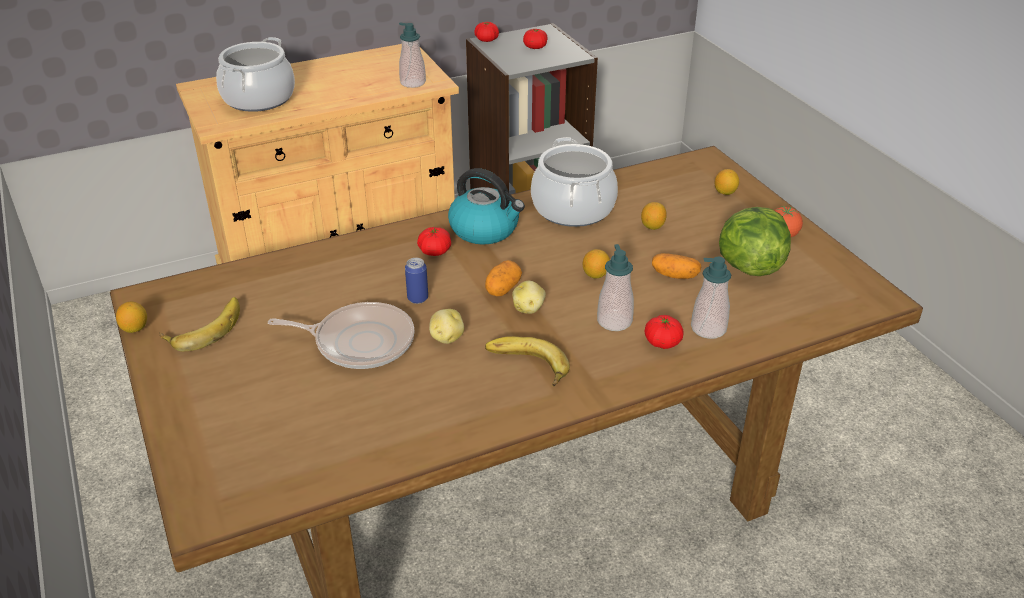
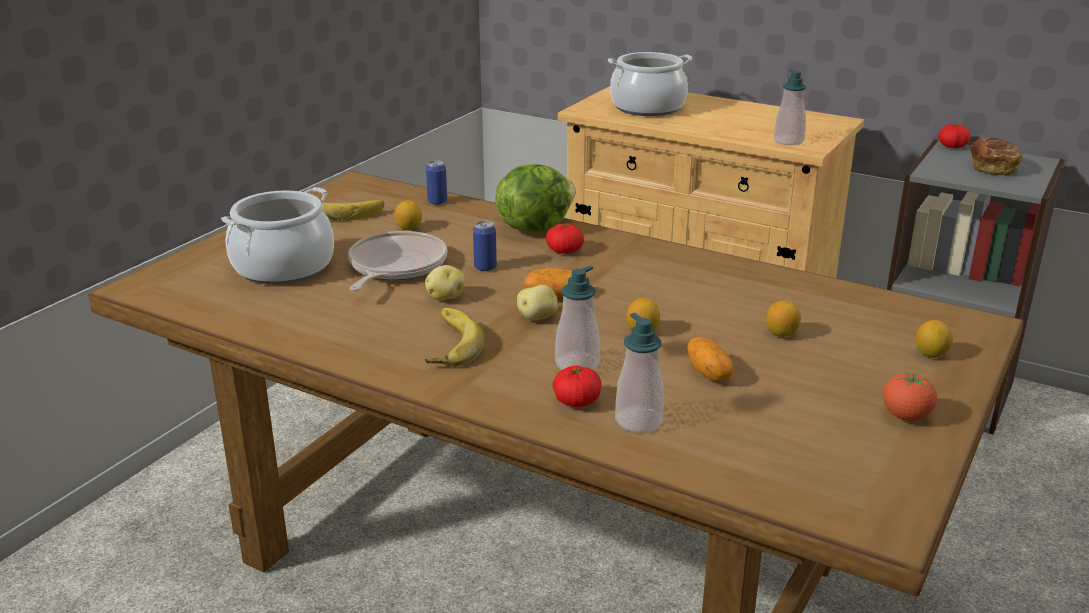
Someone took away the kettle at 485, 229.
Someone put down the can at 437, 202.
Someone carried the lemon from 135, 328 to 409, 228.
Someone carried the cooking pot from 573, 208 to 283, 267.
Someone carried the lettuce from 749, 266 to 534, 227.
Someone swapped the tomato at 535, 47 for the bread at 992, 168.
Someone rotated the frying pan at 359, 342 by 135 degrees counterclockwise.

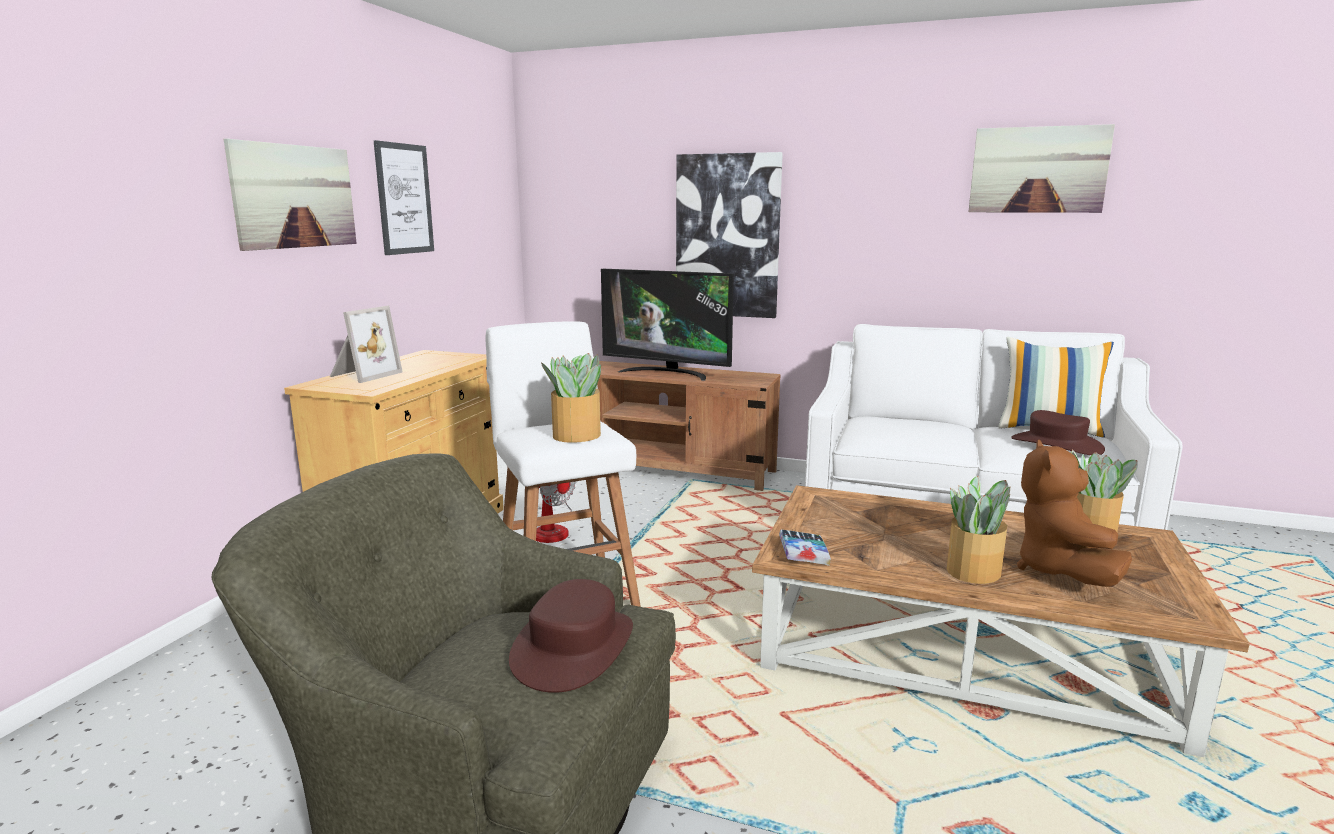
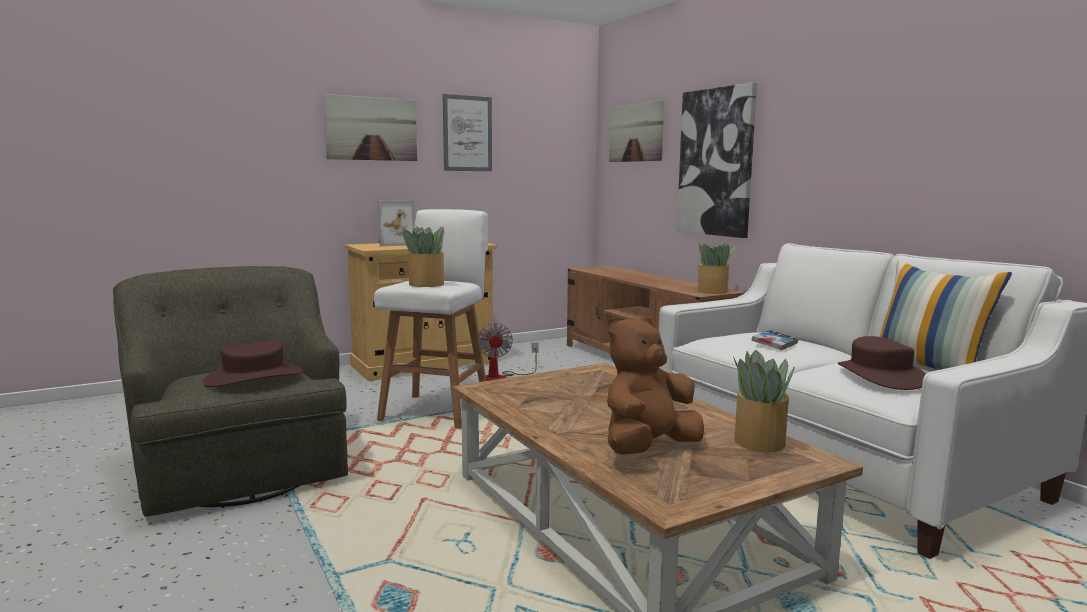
Someone took away the television at 667, 373.
Someone carried the book from 803, 553 to 775, 344.
Someone carried the potted plant from 974, 571 to 713, 291.
Someone carried the picture from 1038, 170 to 636, 133.

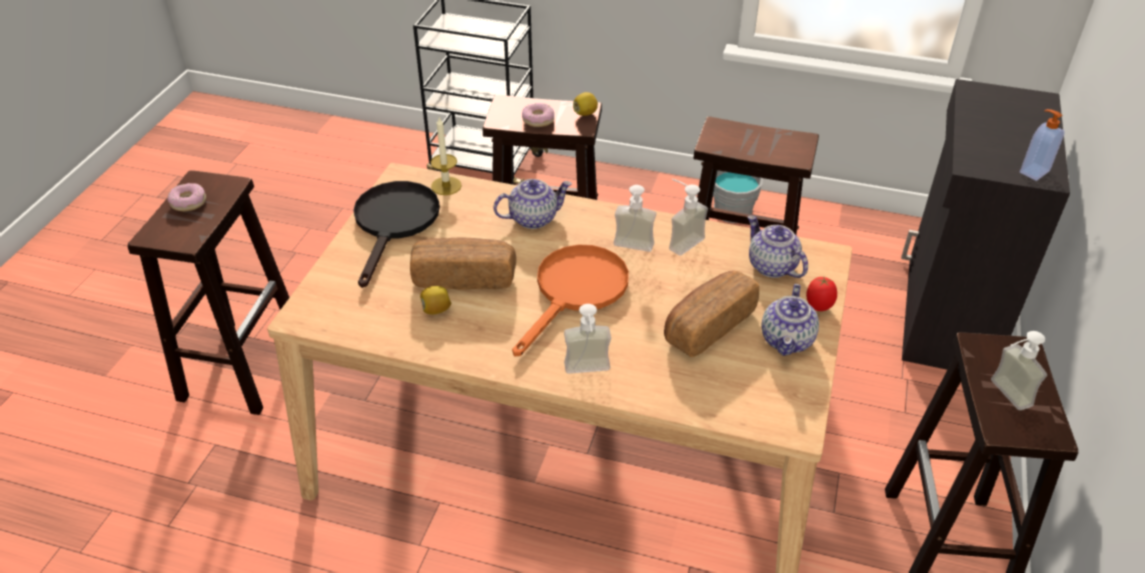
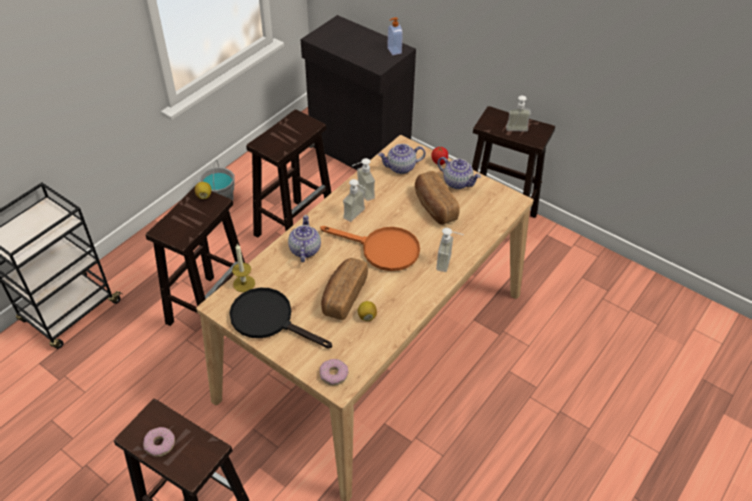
Someone carried the donut from 538, 119 to 334, 374.
Someone rotated the frying pan in orange at 576, 292 by 150 degrees clockwise.

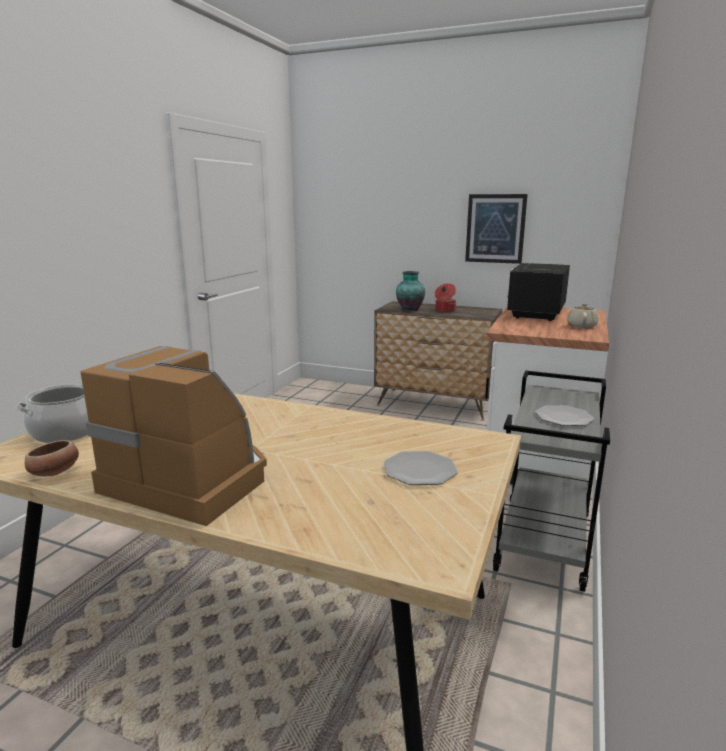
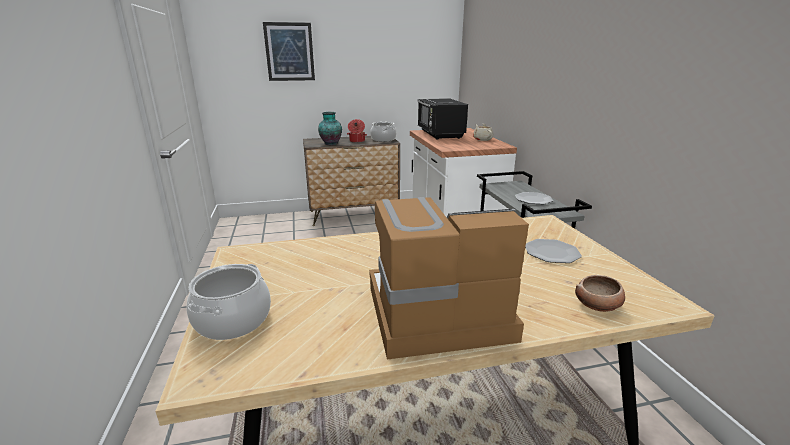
Someone put down the cooking pot at 383, 139.
Someone carried the bowl from 55, 473 to 598, 306.
Someone carried the picture from 495, 228 to 289, 52.

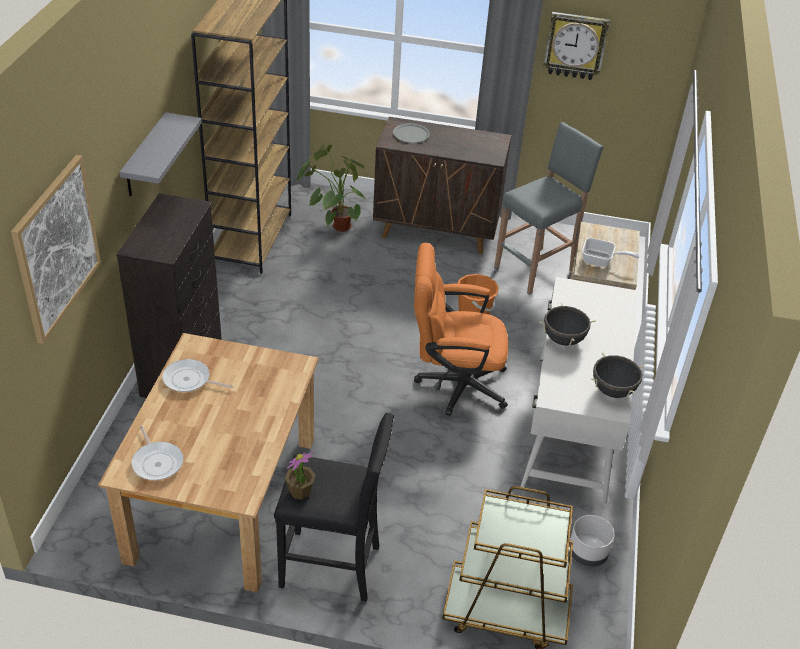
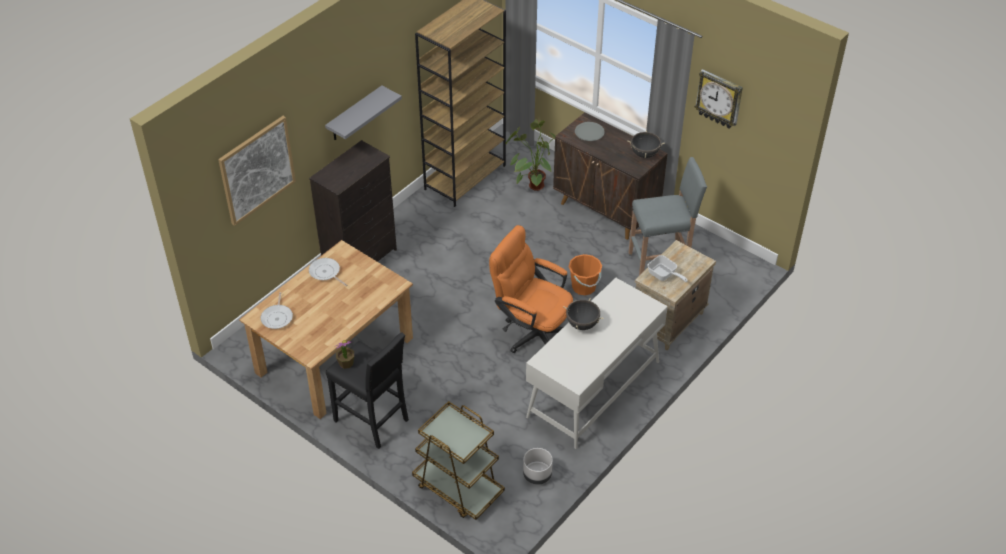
Someone carried the cooking pot in black from 612, 391 to 644, 154.

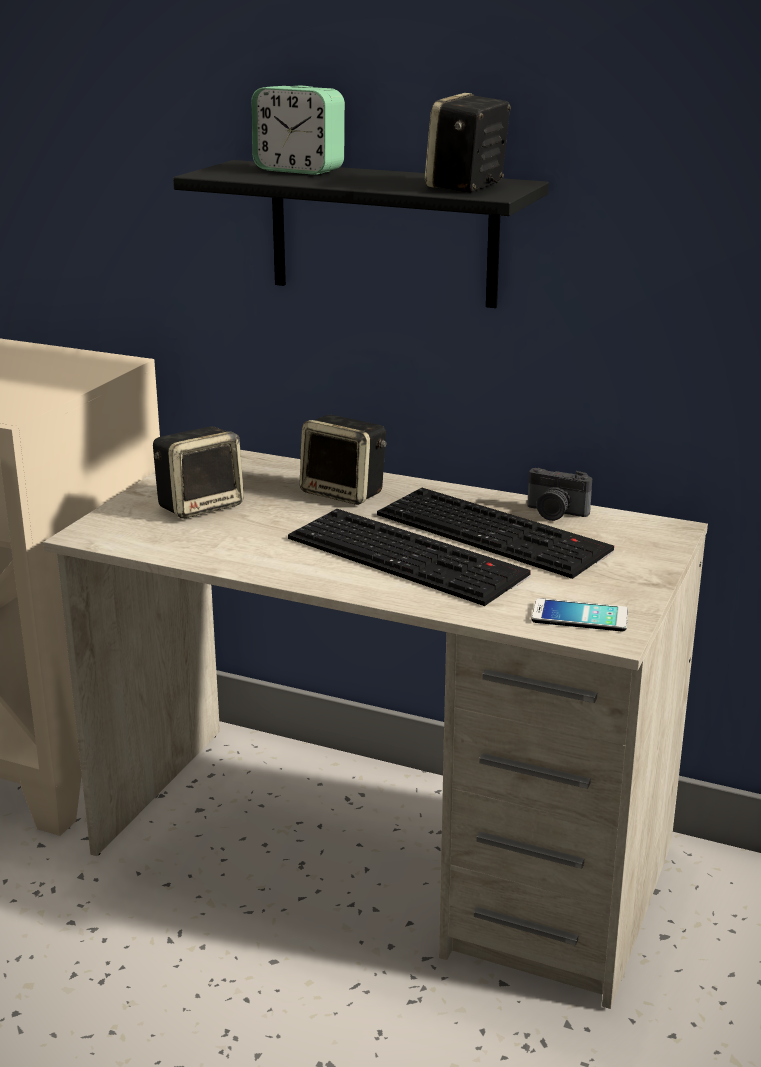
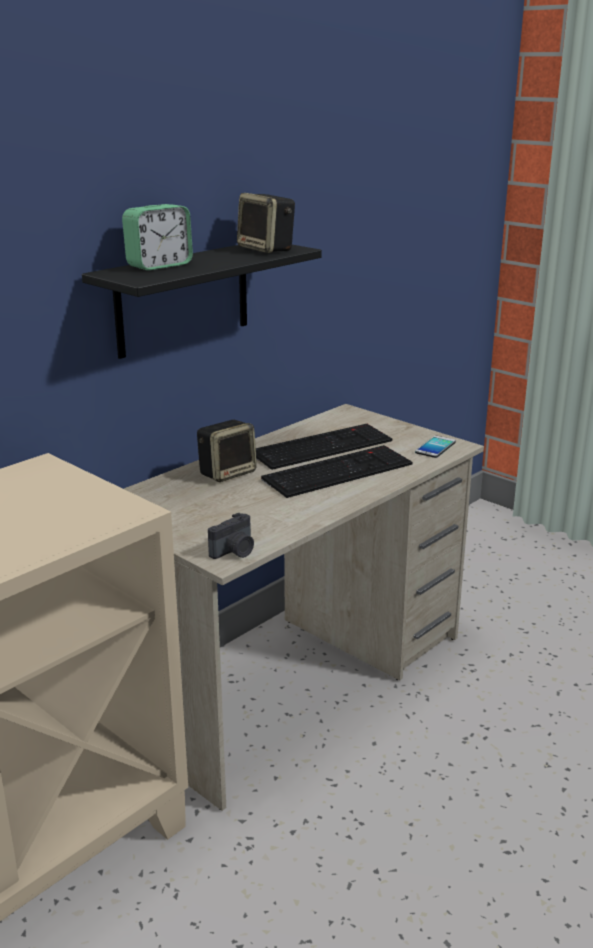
Someone took away the speaker at 200, 505.
Someone carried the photo camera from 555, 513 to 235, 552.

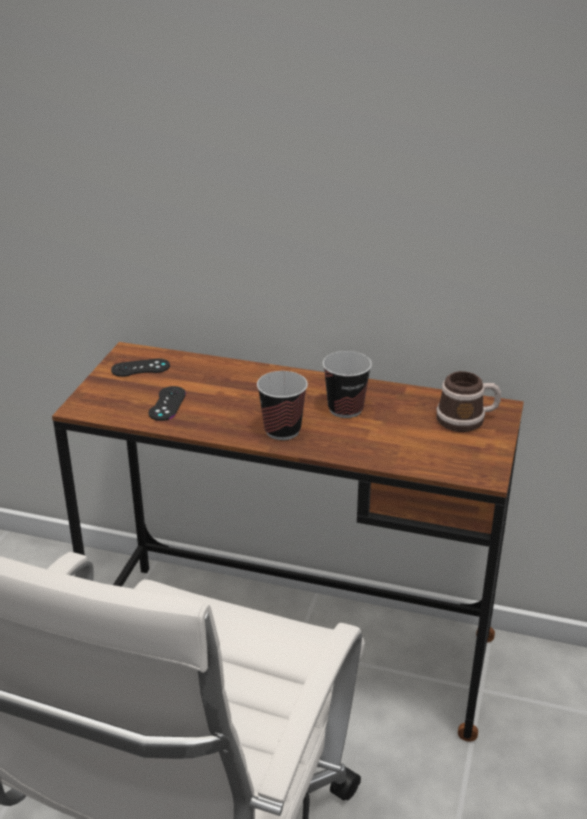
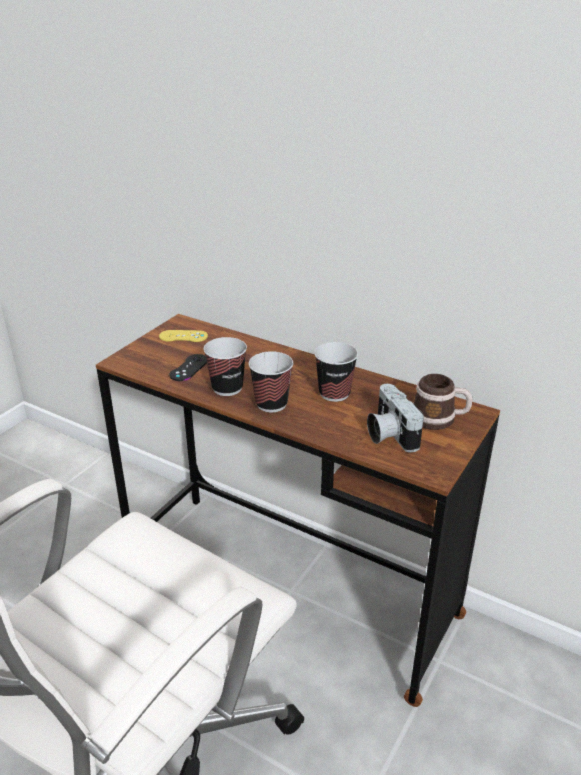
Someone put down the cup at 227, 388.
Someone put down the photo camera at 388, 434.
Someone repainted the game controller in black at 140, 368, which became the game controller in yellow at 183, 336.

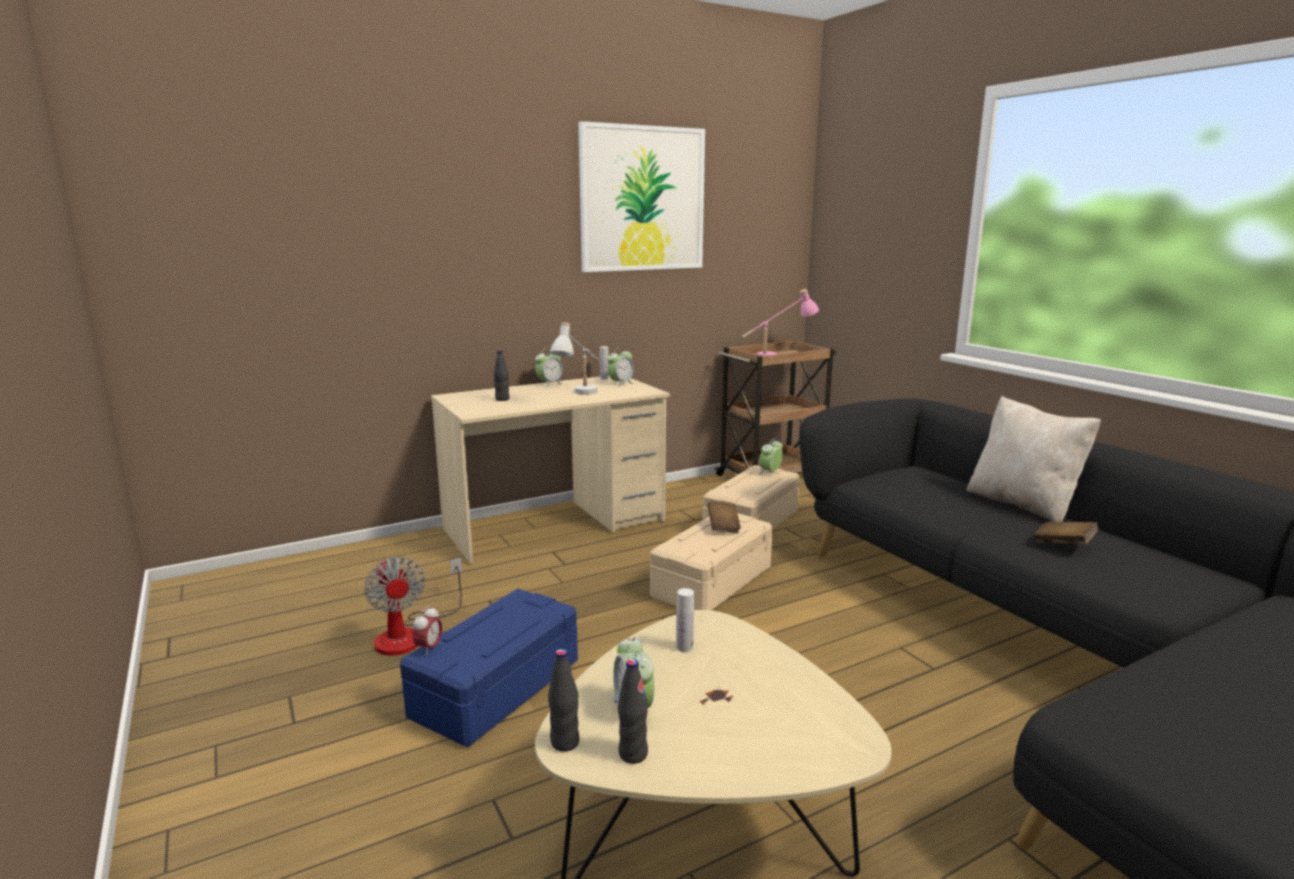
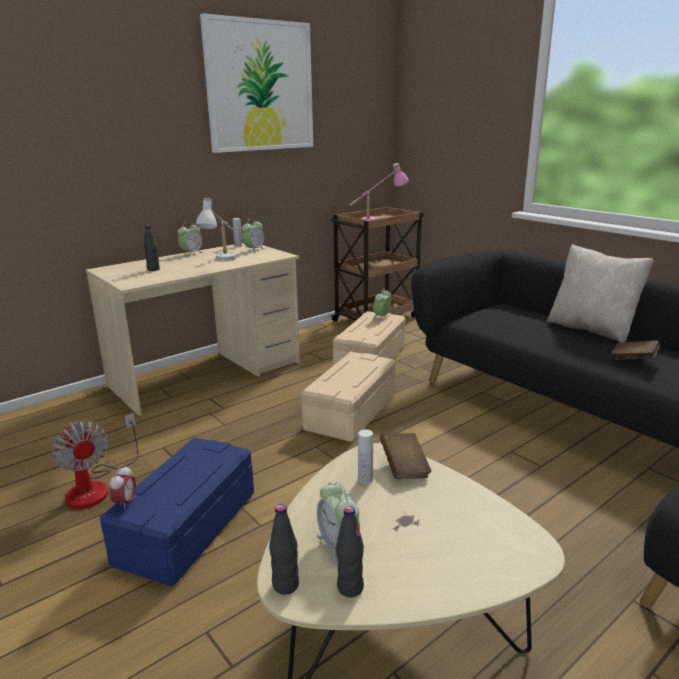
Someone carried the book in brown from 723, 527 to 404, 467.

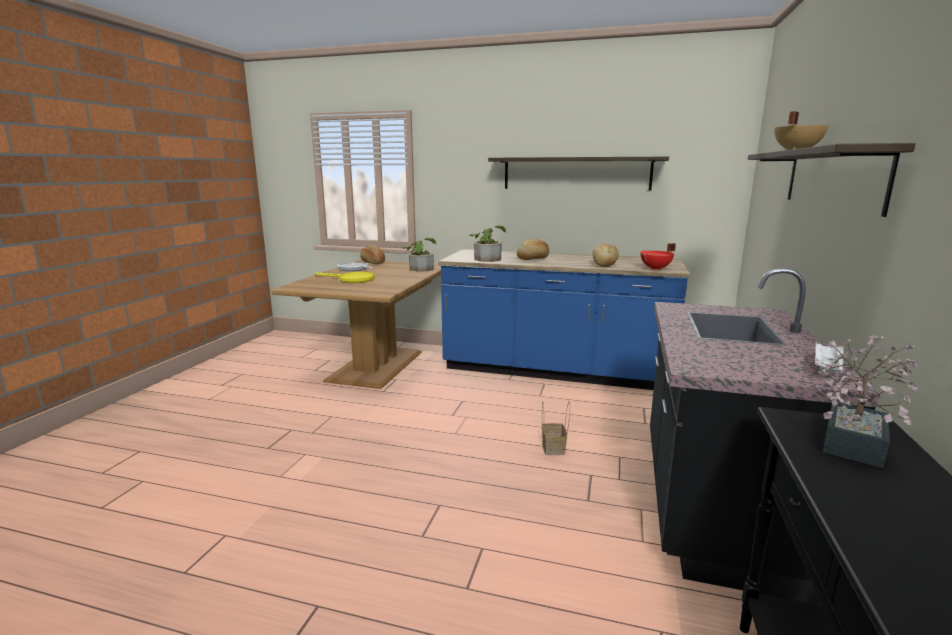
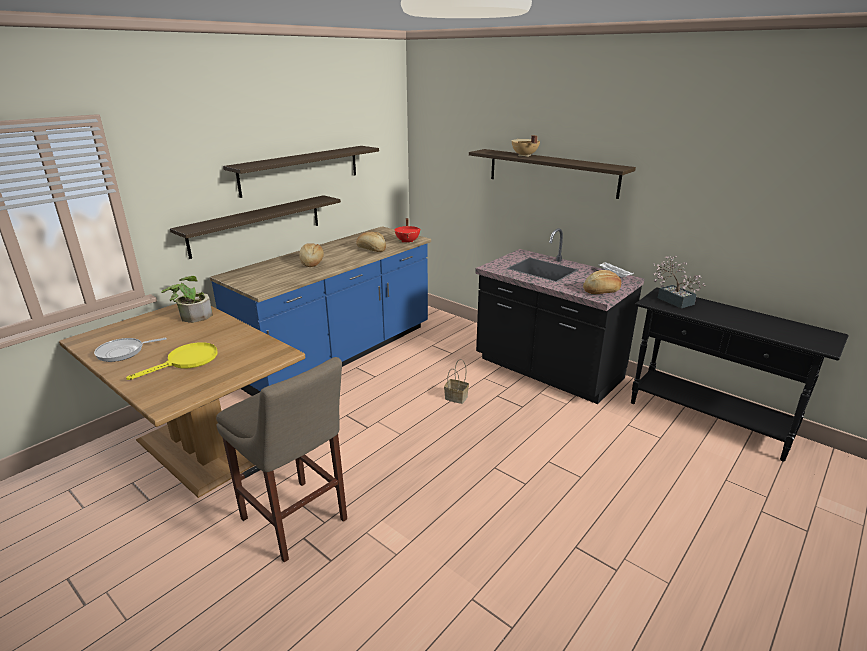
Someone took away the potted plant at 488, 258.
Someone put up the shelf at 256, 225.
Someone put down the stool in beige at 296, 522.
Someone carried the bread from 373, 262 to 602, 291.

